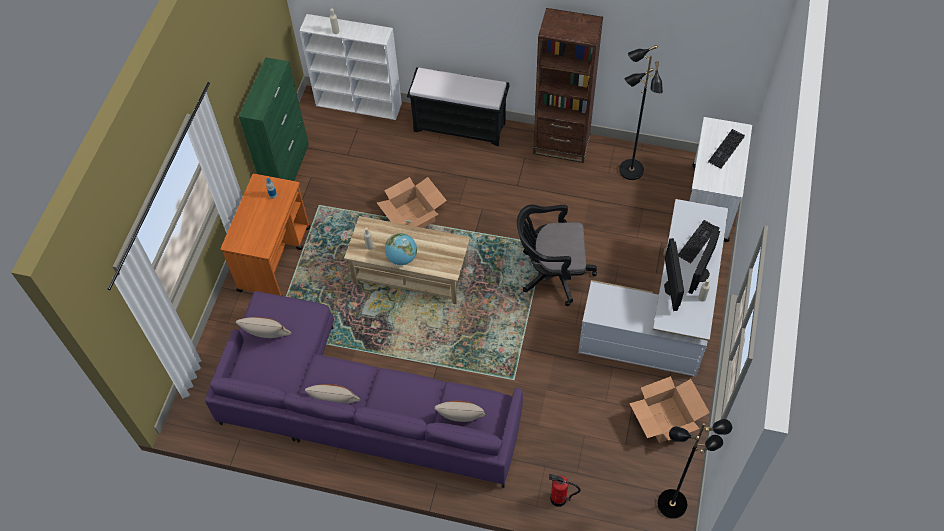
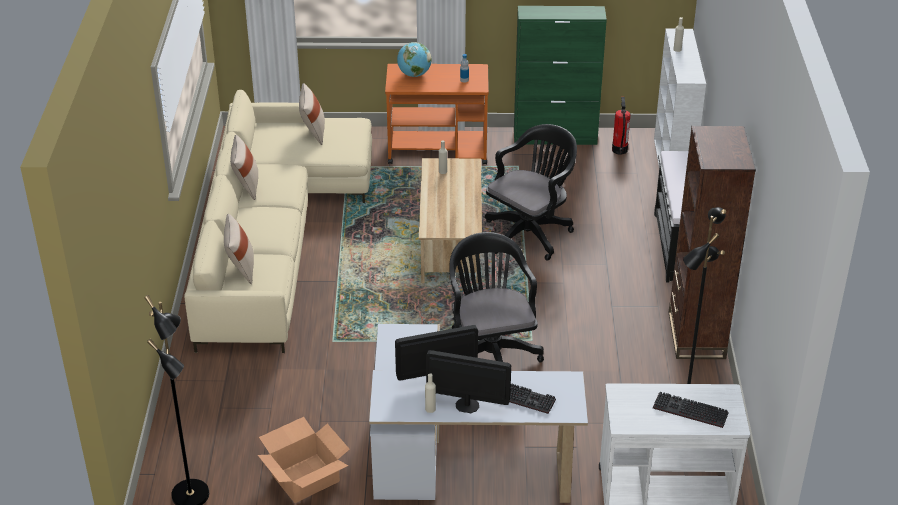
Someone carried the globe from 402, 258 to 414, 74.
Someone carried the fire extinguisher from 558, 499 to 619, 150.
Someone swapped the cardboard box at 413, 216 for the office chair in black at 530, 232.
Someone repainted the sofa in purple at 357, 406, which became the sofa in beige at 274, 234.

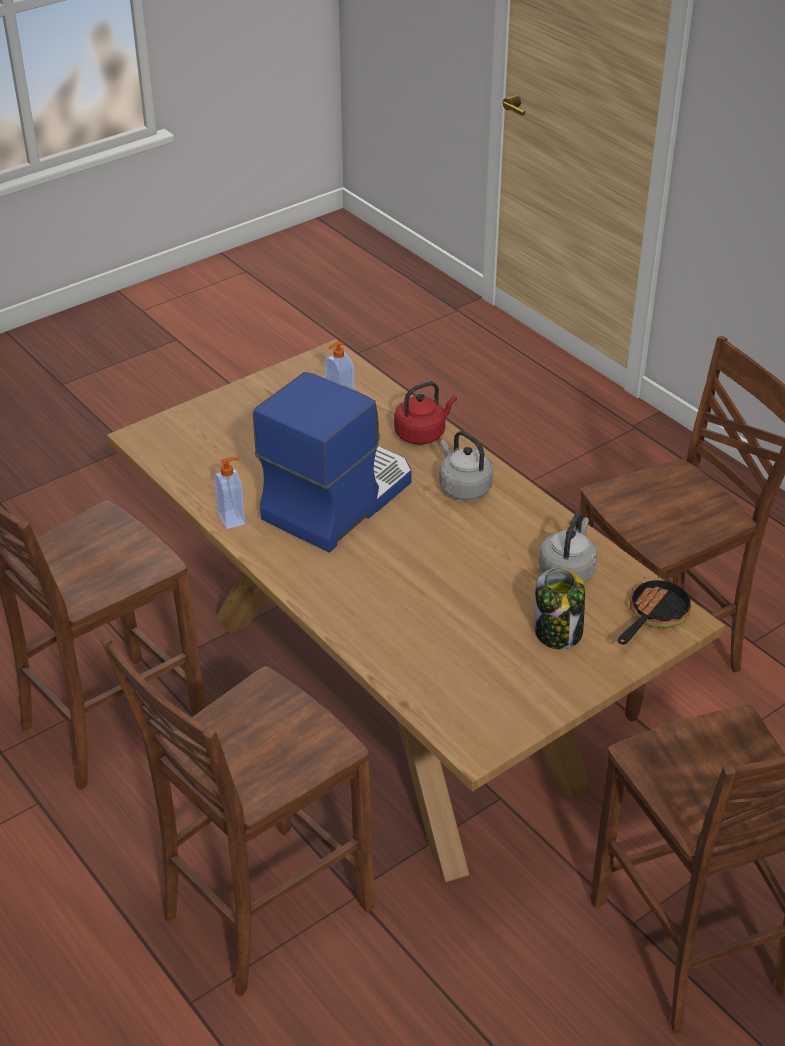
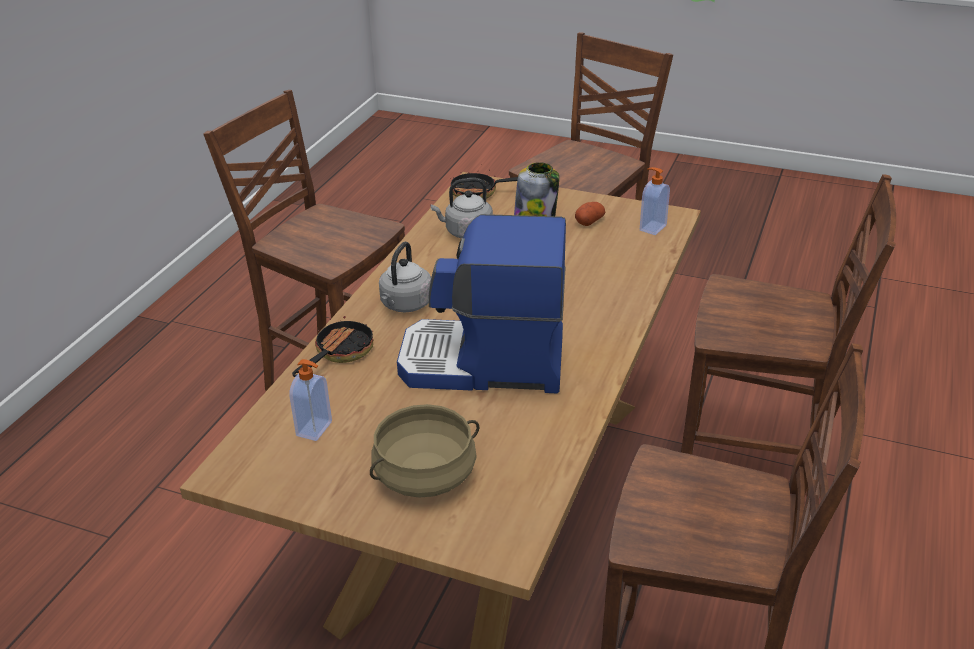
Someone put down the cooking pot in beige at 425, 476.
Someone put down the potato at 589, 221.
Someone carried the soap dispenser from 232, 518 to 652, 228.
Someone swapped the kettle in red at 422, 434 for the frying pan at 339, 353.

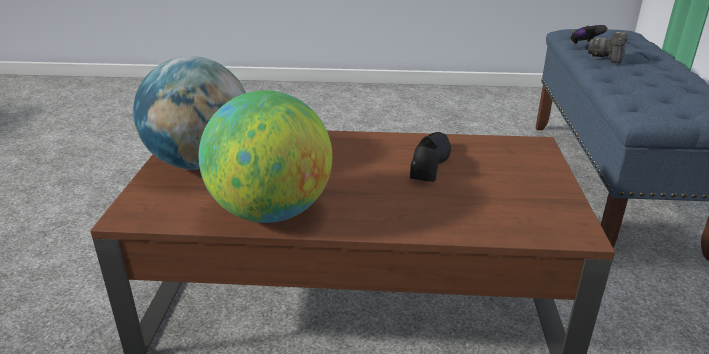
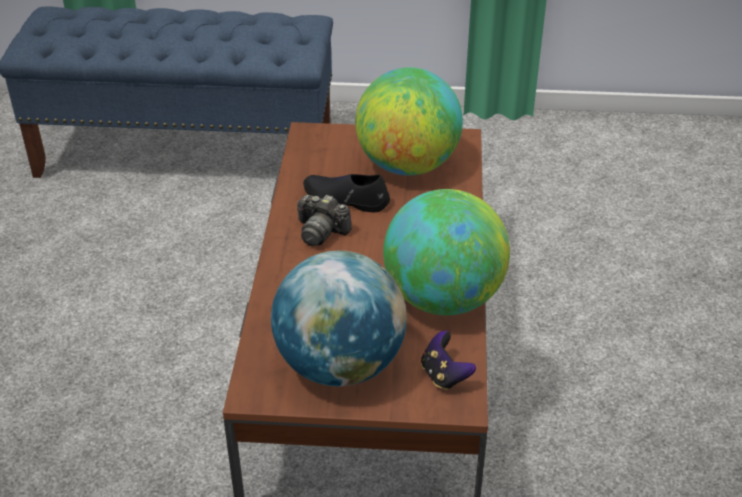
Someone put down the globe at 407, 166.
Someone carried the game controller from 584, 44 to 444, 375.
Someone carried the photo camera from 608, 57 to 321, 232.

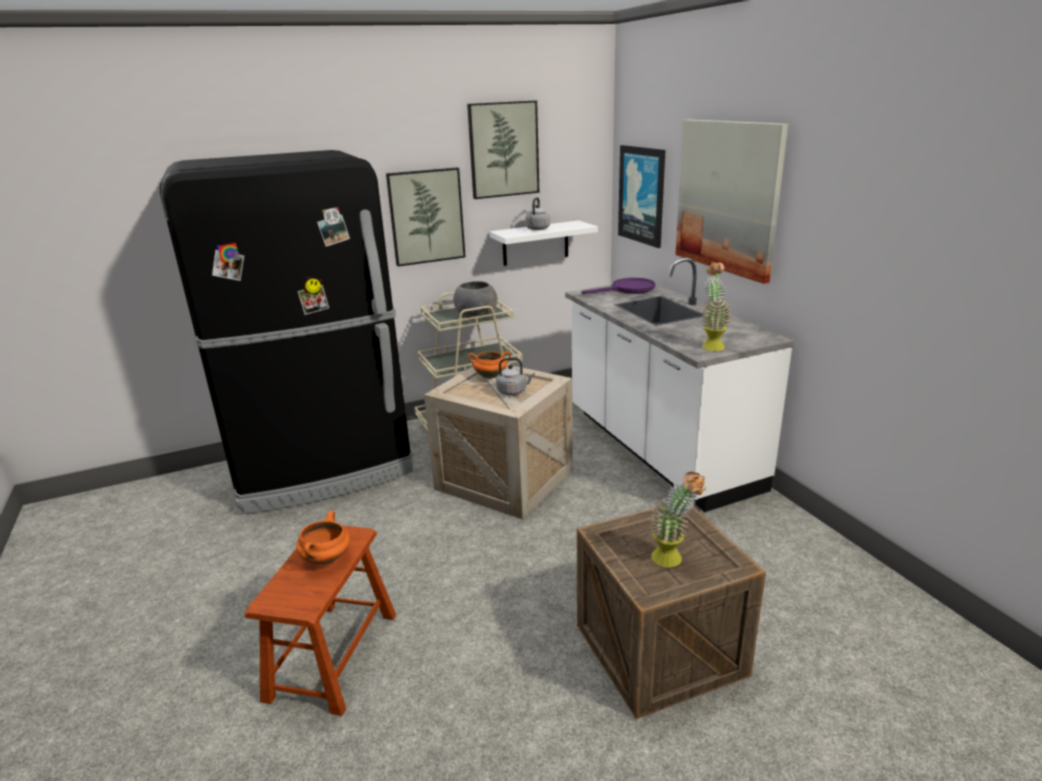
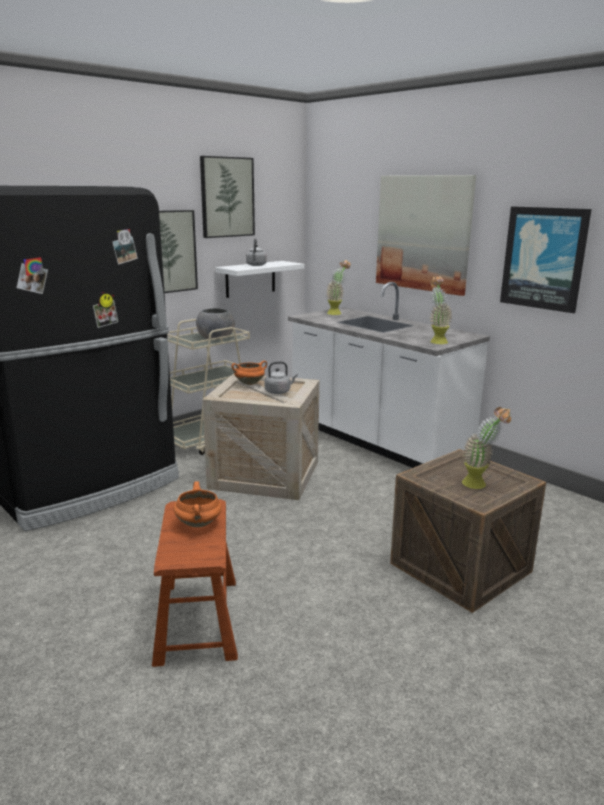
Someone carried the picture from 642, 195 to 544, 258.
Someone swapped the frying pan in purple at 627, 289 for the potted plant at 337, 313.

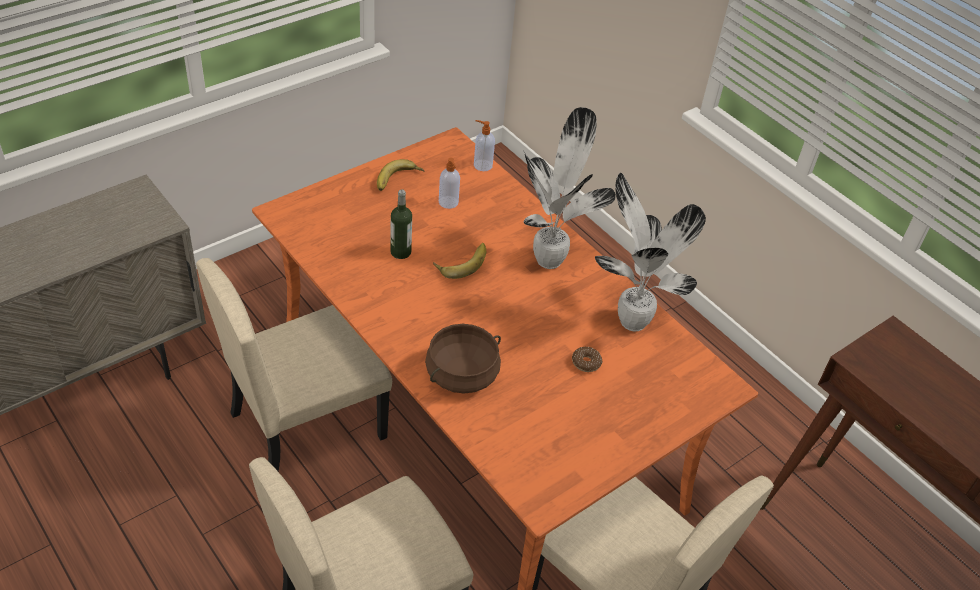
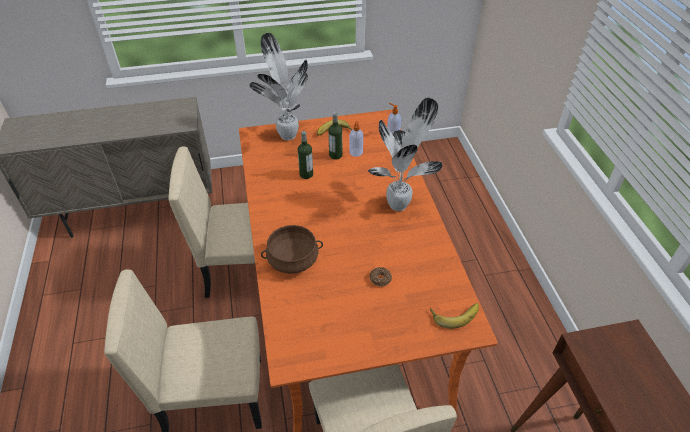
Someone put down the bottle at 335, 155.
Someone carried the banana from 461, 262 to 454, 313.
Someone carried the potted plant from 630, 320 to 287, 134.

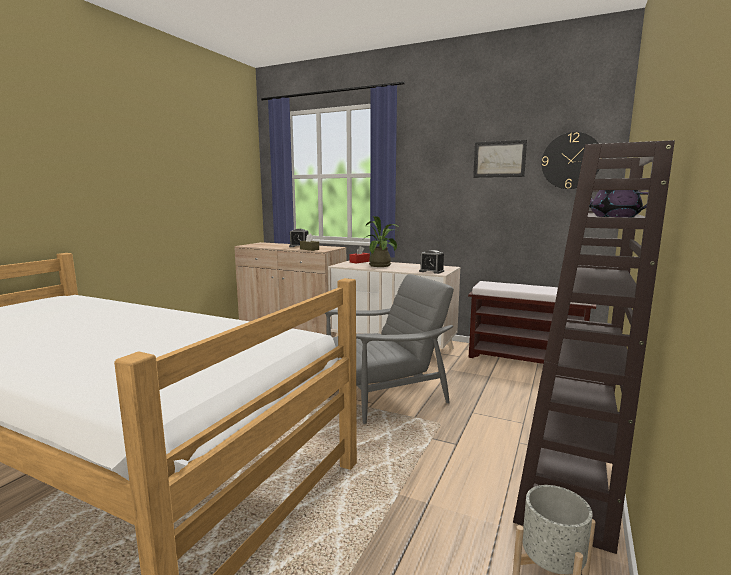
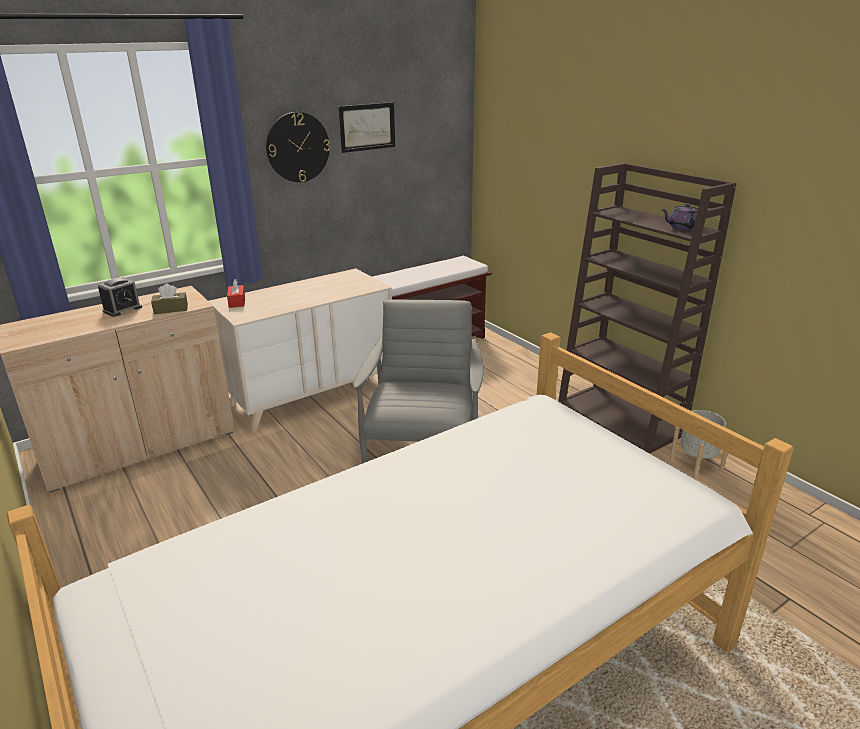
Someone took away the potted plant at 382, 265.
Someone took away the alarm clock at 431, 271.
Someone carried the wall clock from 571, 161 to 298, 147.

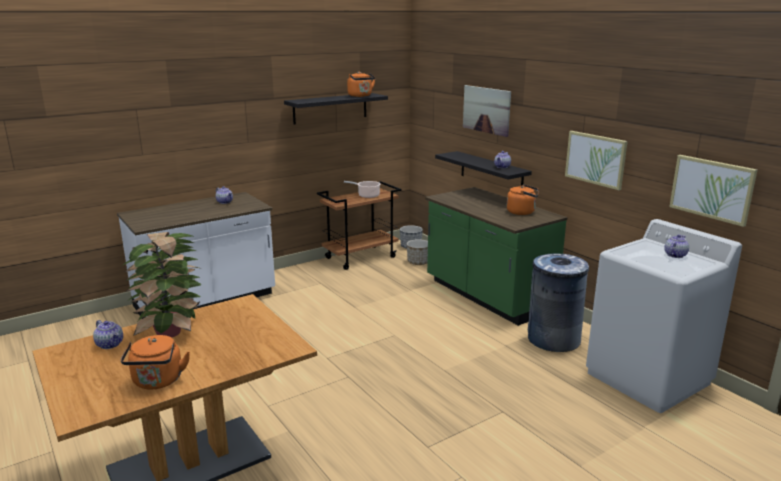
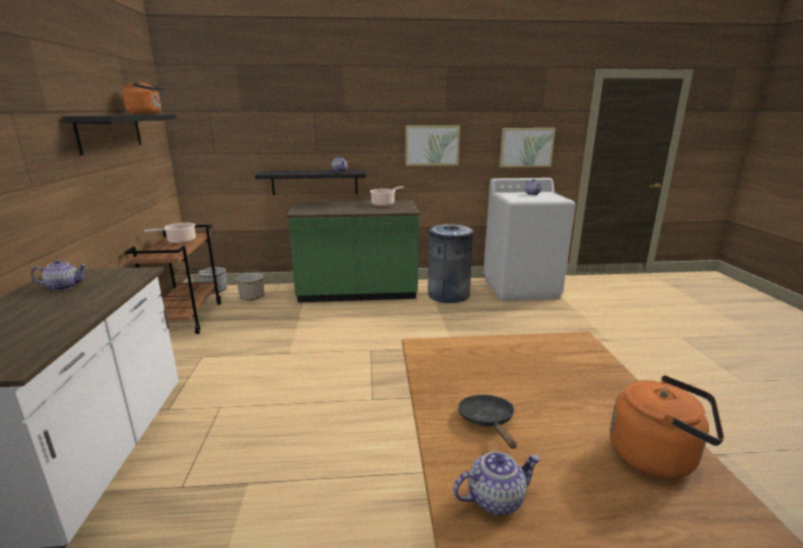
Someone took away the picture at 486, 110.
Someone swapped the potted plant at 170, 333 for the frying pan in black at 488, 421.
Someone swapped the kettle in orange at 522, 212 for the cooking pot at 384, 204.

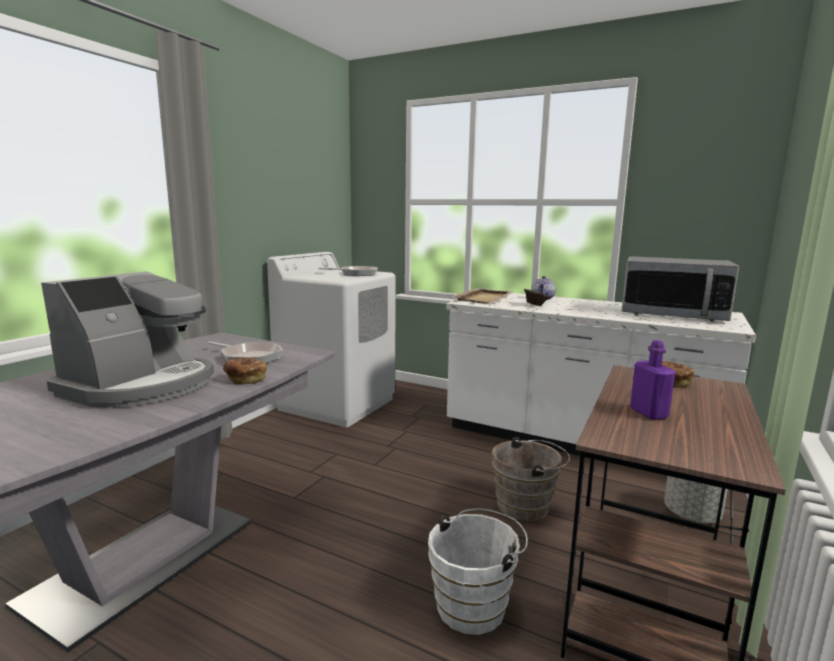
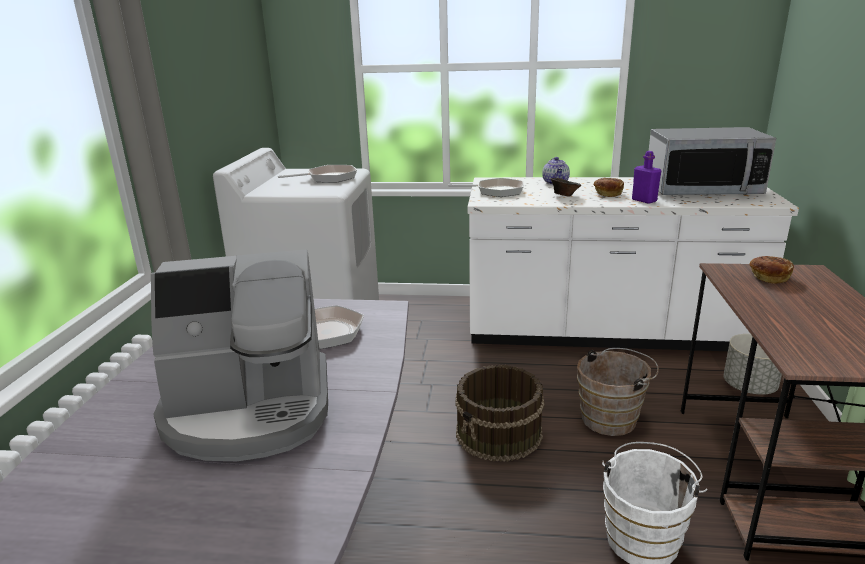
Someone put down the bucket in brown at 499, 433.
Someone carried the bread from 245, 379 to 608, 194.
Someone carried the bottle in purple from 648, 413 to 644, 200.
Someone swapped the tray in beige at 484, 298 for the frying pan at 496, 191.
Someone rotated the coffee machine at 142, 385 by 75 degrees clockwise.

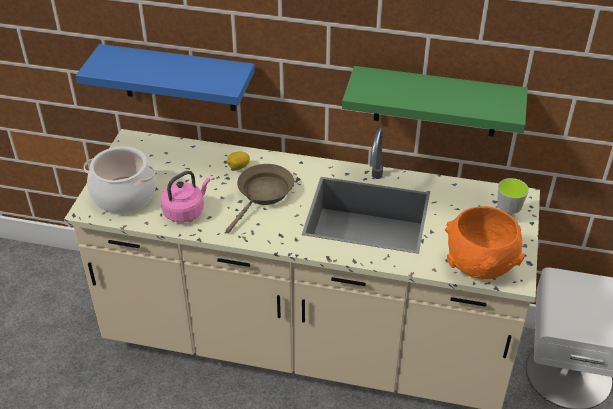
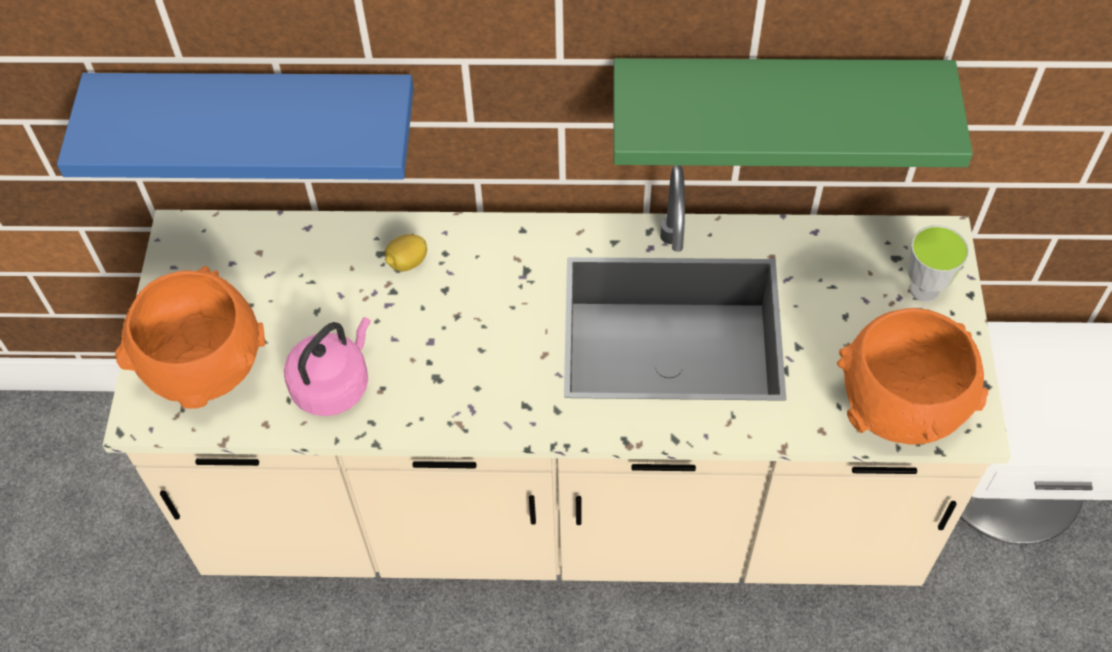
Someone took away the frying pan in brown at 263, 194.
Someone swapped the cooking pot at 123, 195 for the bowl in orange at 204, 369.

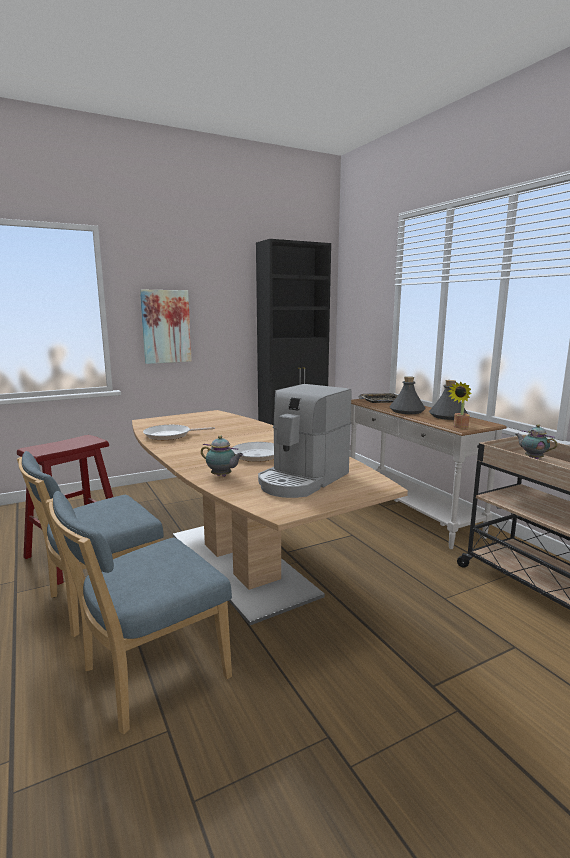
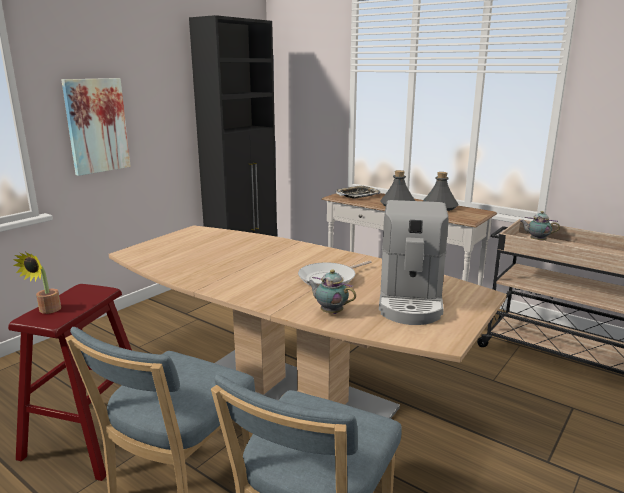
Someone took away the frying pan at 170, 435.
Someone carried the potted plant from 459, 427 to 47, 311.
Someone rotated the teapot at 222, 476 by 150 degrees counterclockwise.

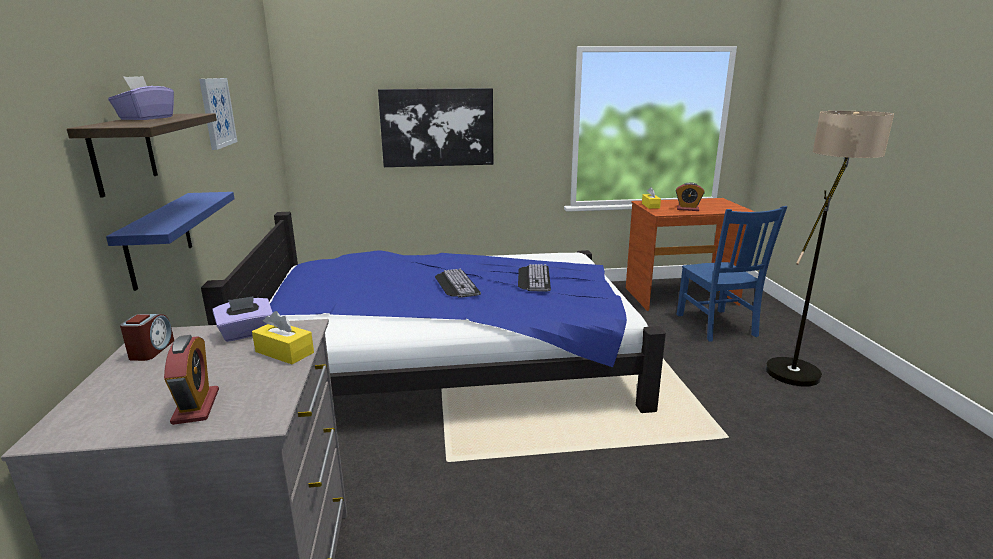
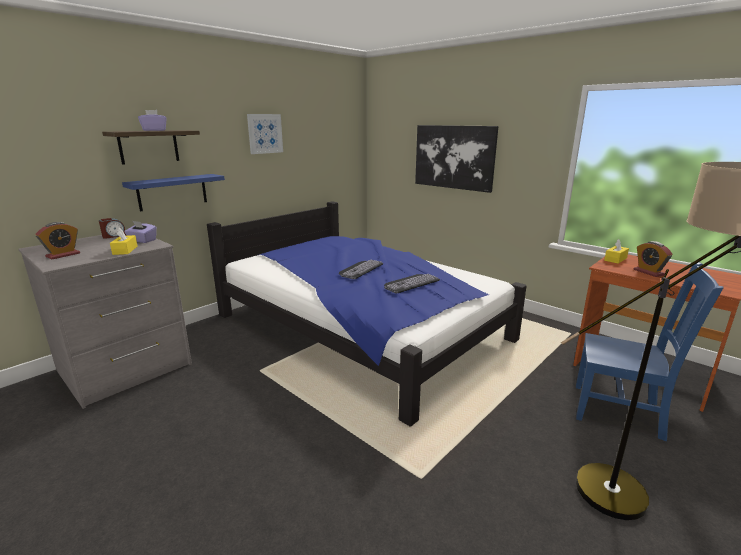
Someone rotated the chair in blue at 717, 326 by 105 degrees counterclockwise.

